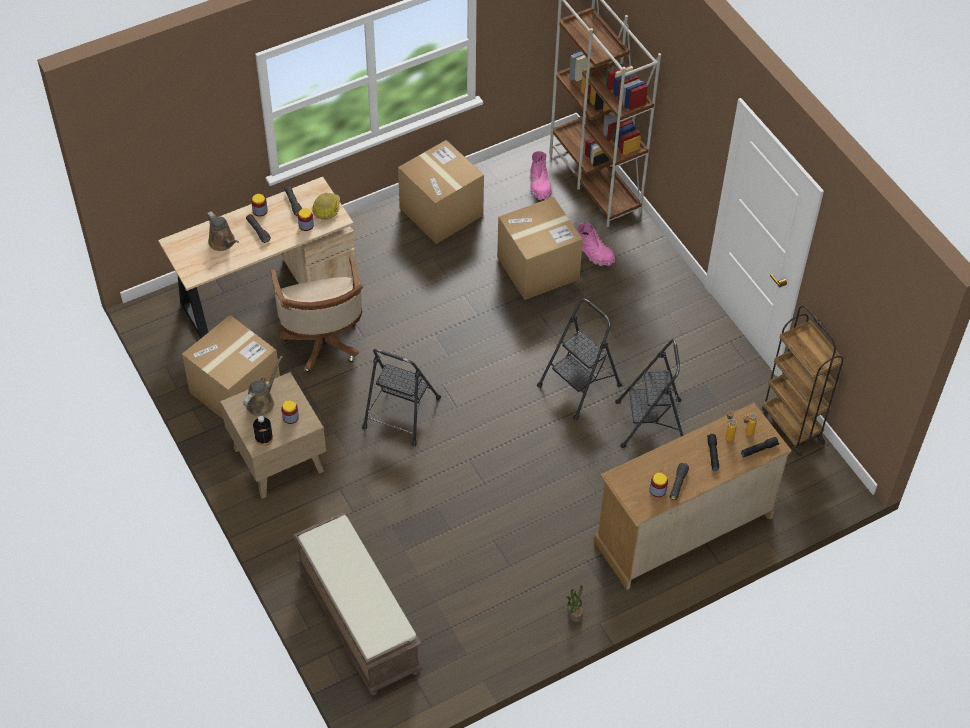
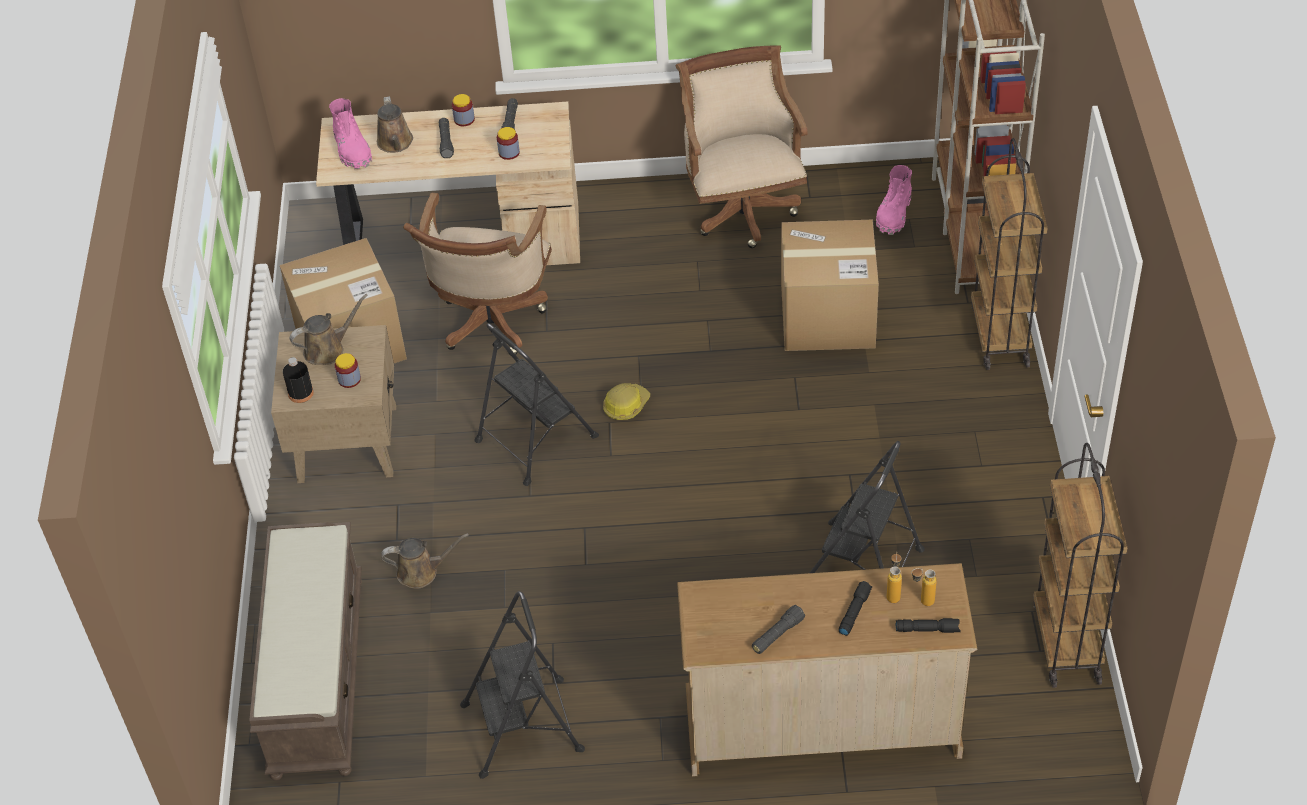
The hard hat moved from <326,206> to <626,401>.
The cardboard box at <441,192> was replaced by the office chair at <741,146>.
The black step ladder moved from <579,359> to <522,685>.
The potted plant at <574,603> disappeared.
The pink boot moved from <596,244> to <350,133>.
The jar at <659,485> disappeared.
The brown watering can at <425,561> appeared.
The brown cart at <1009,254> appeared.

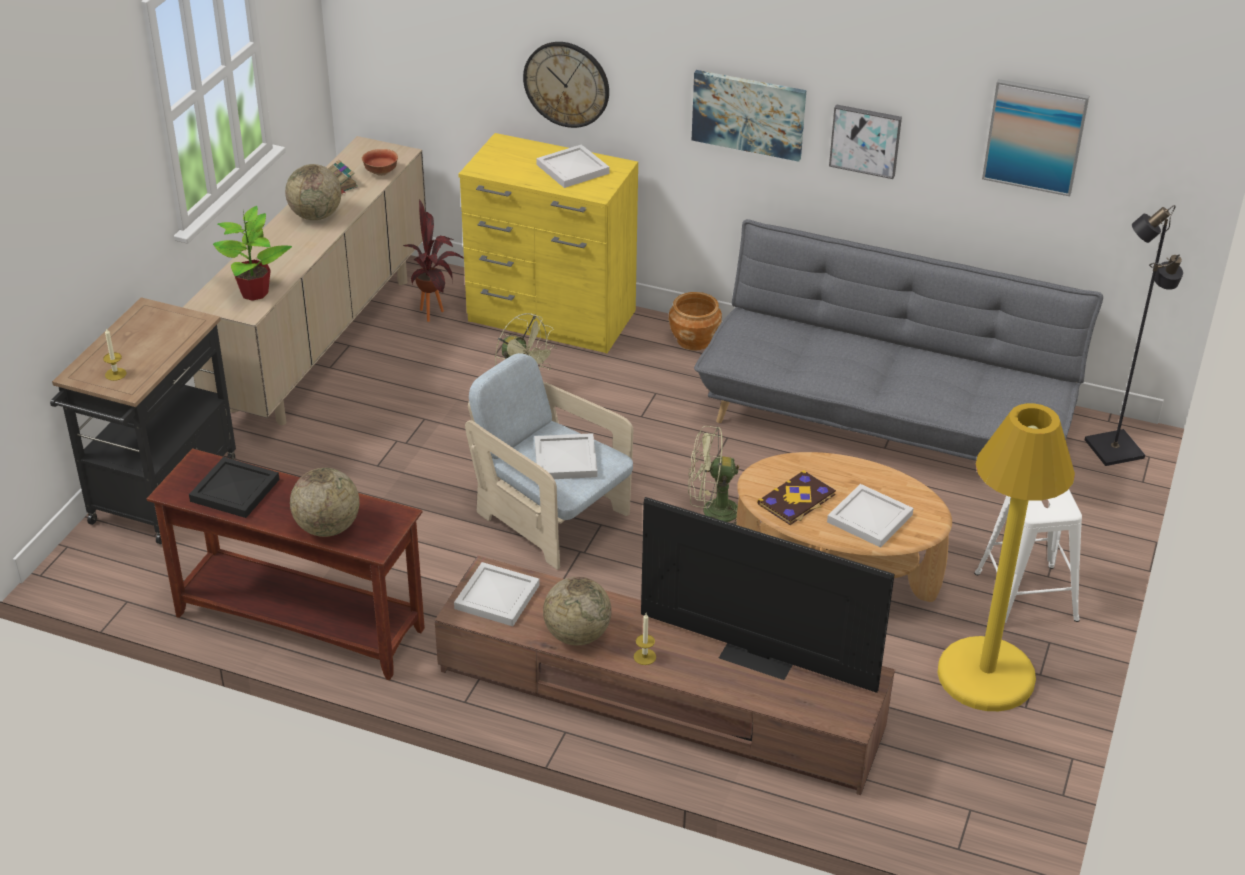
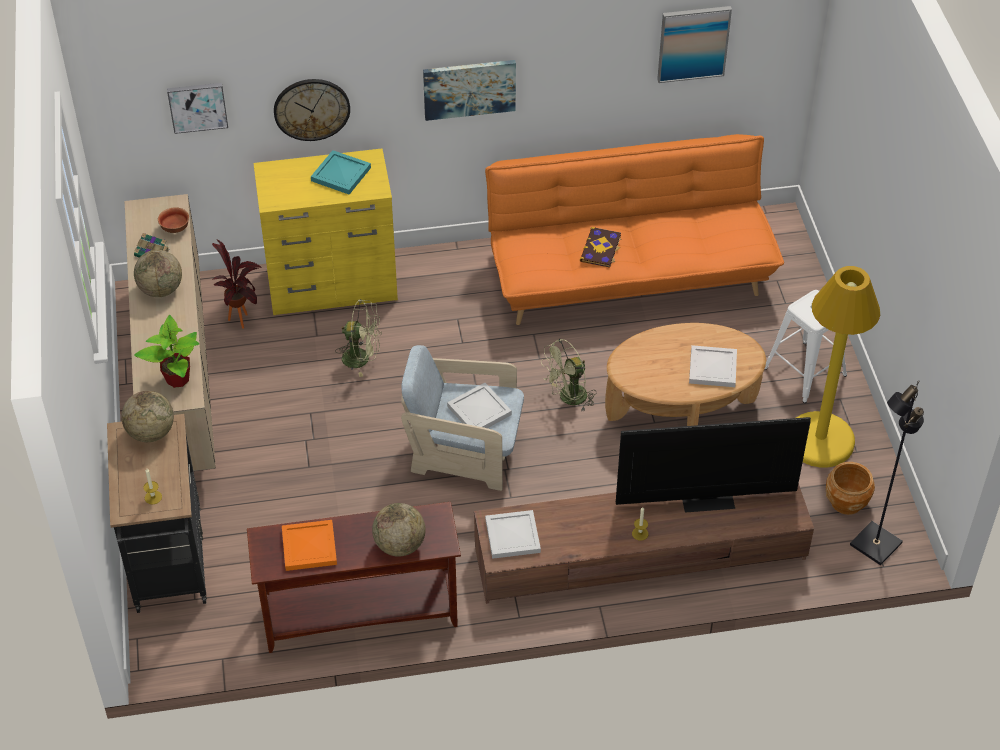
The black tray at <234,487> became the orange tray at <309,545>.
The white tray at <573,166> became the turquoise tray at <341,172>.
The globe moved from <577,611> to <147,416>.
The brown planter moved from <695,321> to <850,488>.
The grey sofa at <898,340> became the orange sofa at <634,229>.
The book moved from <796,497> to <600,247>.
The picture moved from <865,141> to <197,108>.
The black floor lamp moved from <1134,335> to <887,473>.

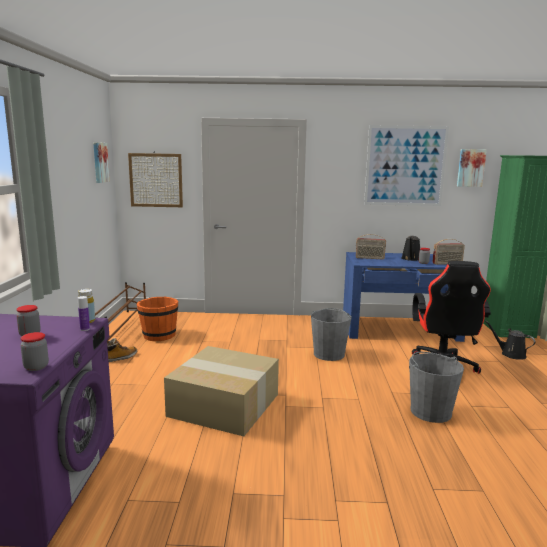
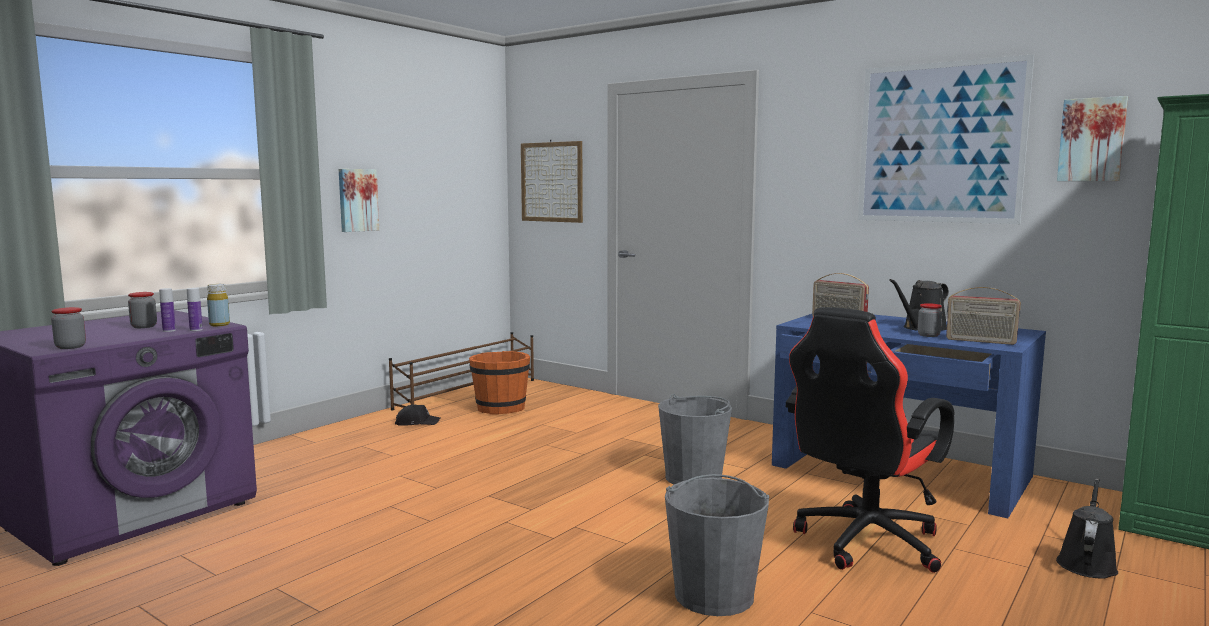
The picture moved from <101,162> to <359,200>.
The boot at <122,350> was replaced by the black cap at <417,415>.
The cardboard box at <221,391> disappeared.
The black watering can at <510,340> turned 45 degrees clockwise.
The bottle at <167,310> appeared.

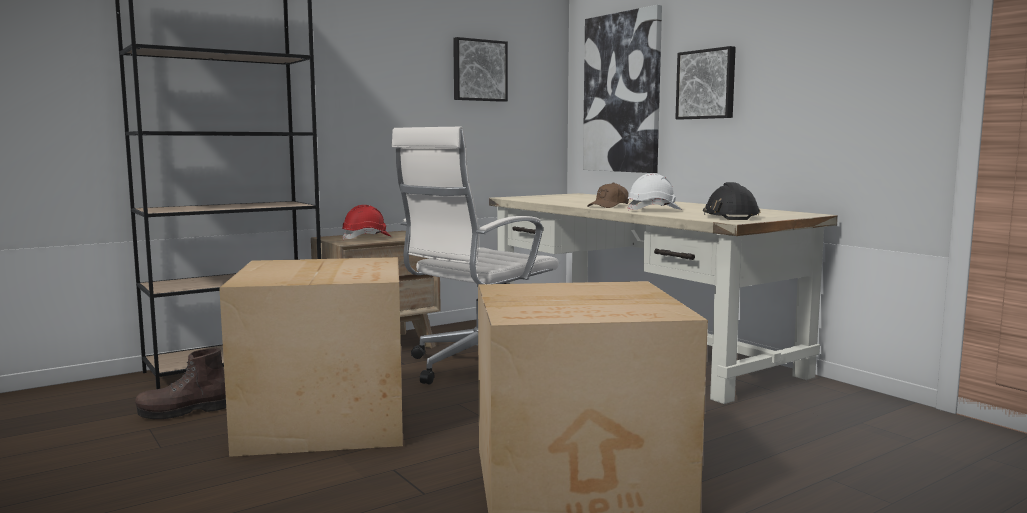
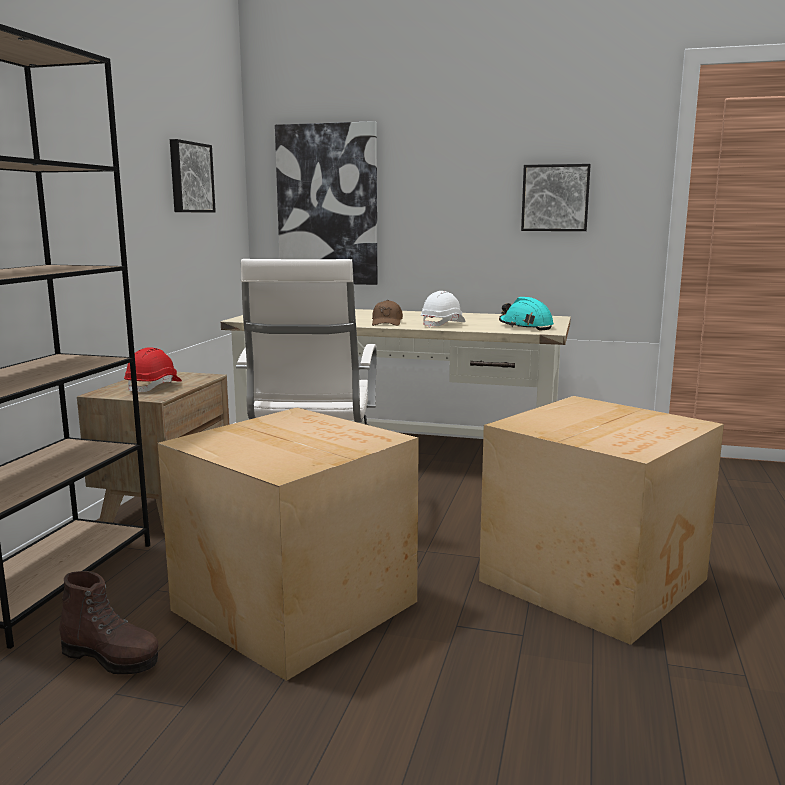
The brown boot at <180,383> turned 90 degrees counterclockwise.
The picture moved from <705,82> to <556,197>.
The black hard hat at <731,201> became the turquoise hard hat at <526,313>.

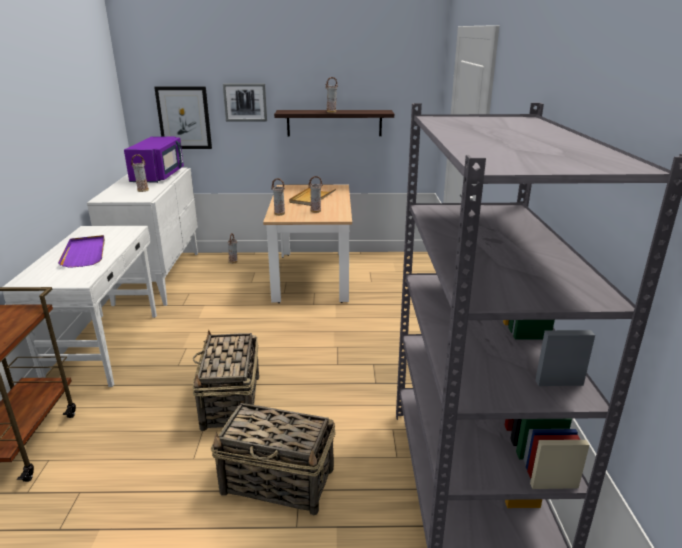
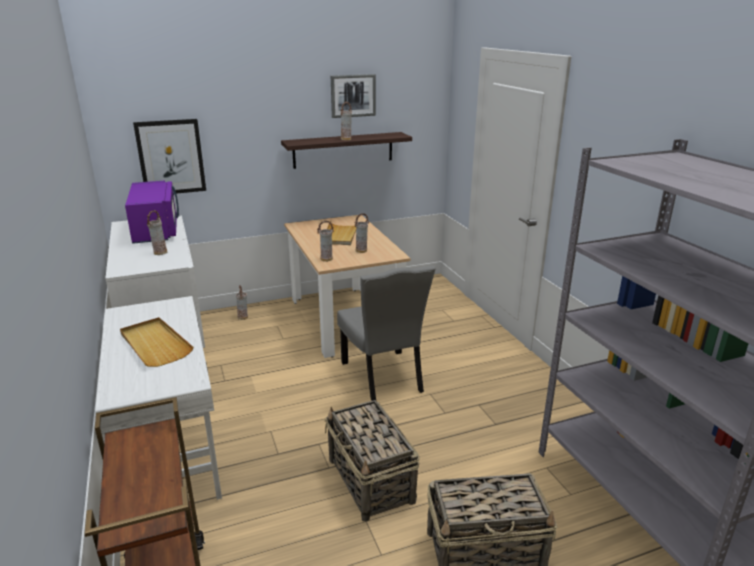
The purple tray at <81,251> became the beige tray at <157,342>.
The picture moved from <245,102> to <353,96>.
The grey chair at <386,333> appeared.

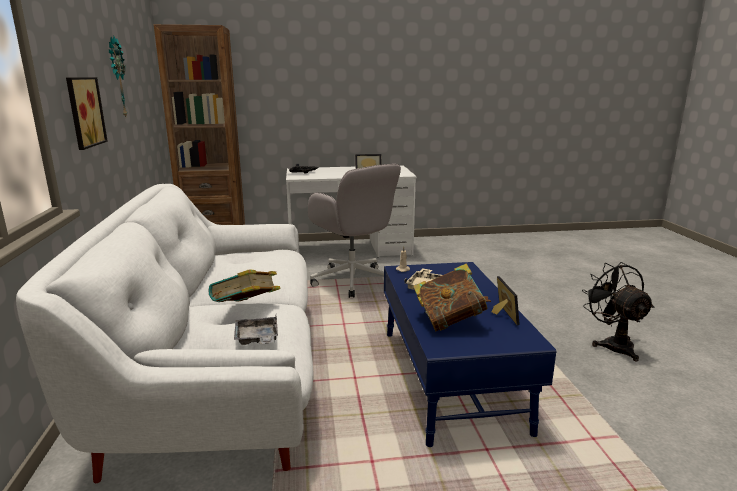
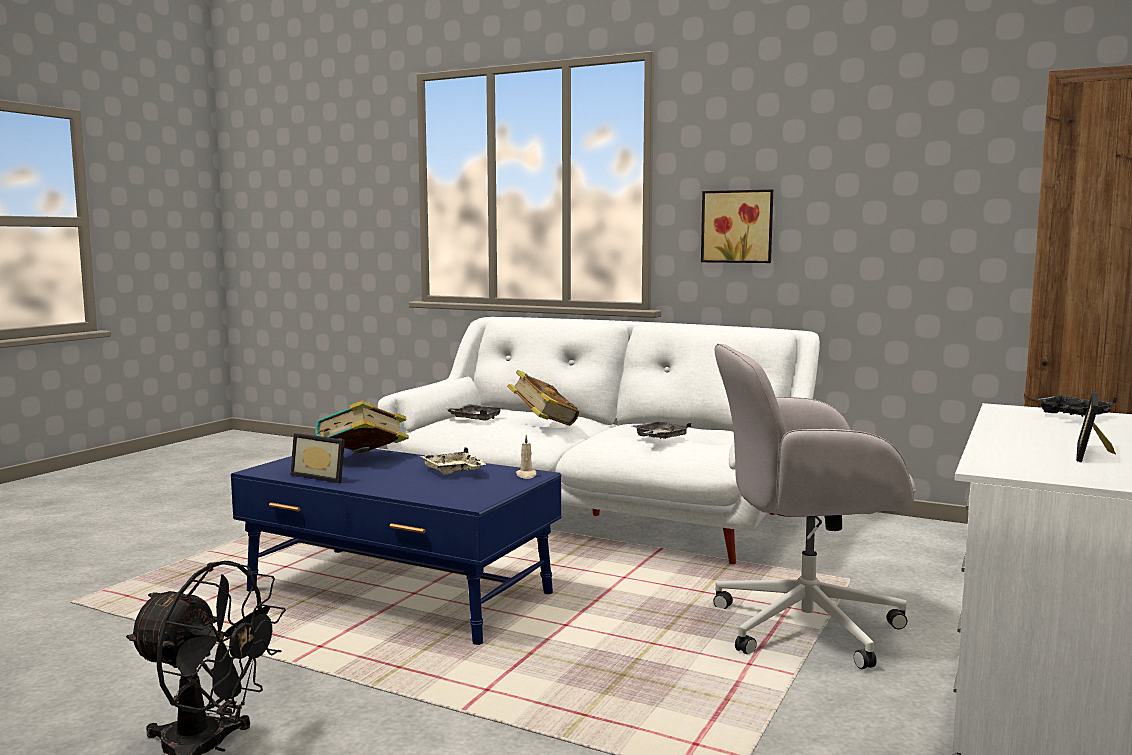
The wall clock at <118,76> disappeared.
The grey tray at <661,430> appeared.

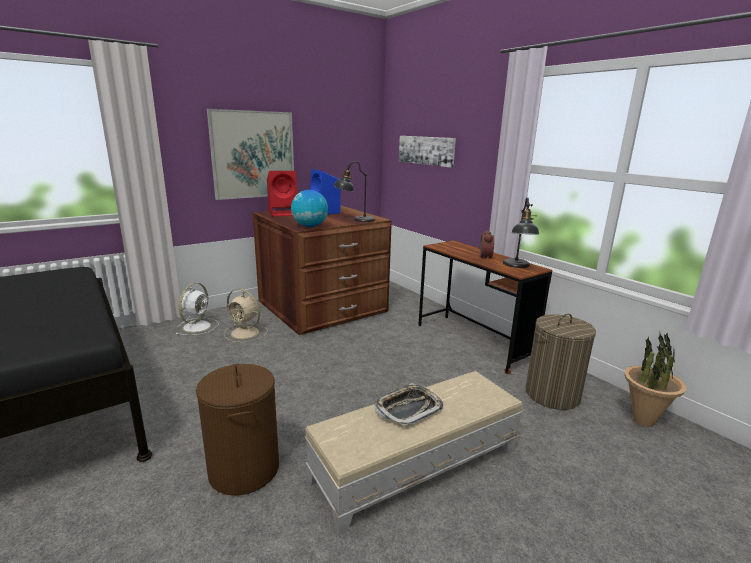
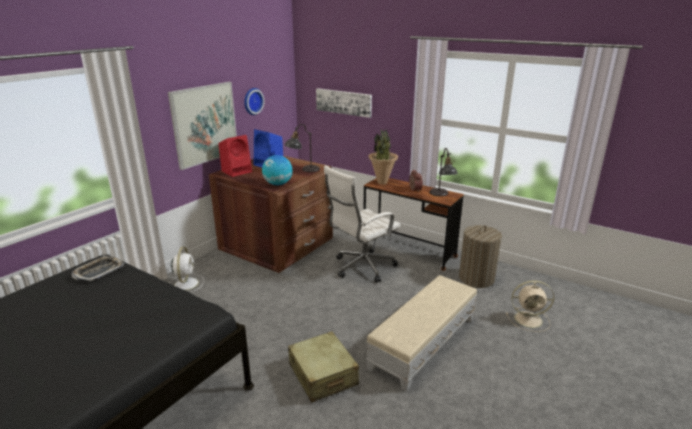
The brown laundry basket at <237,430> was replaced by the beige suitcase at <323,367>.
The beige fan moved from <246,316> to <530,306>.
The tray moved from <409,404> to <97,268>.
The potted plant moved from <655,380> to <383,156>.
The wall clock at <254,101> appeared.
The white office chair at <362,224> appeared.

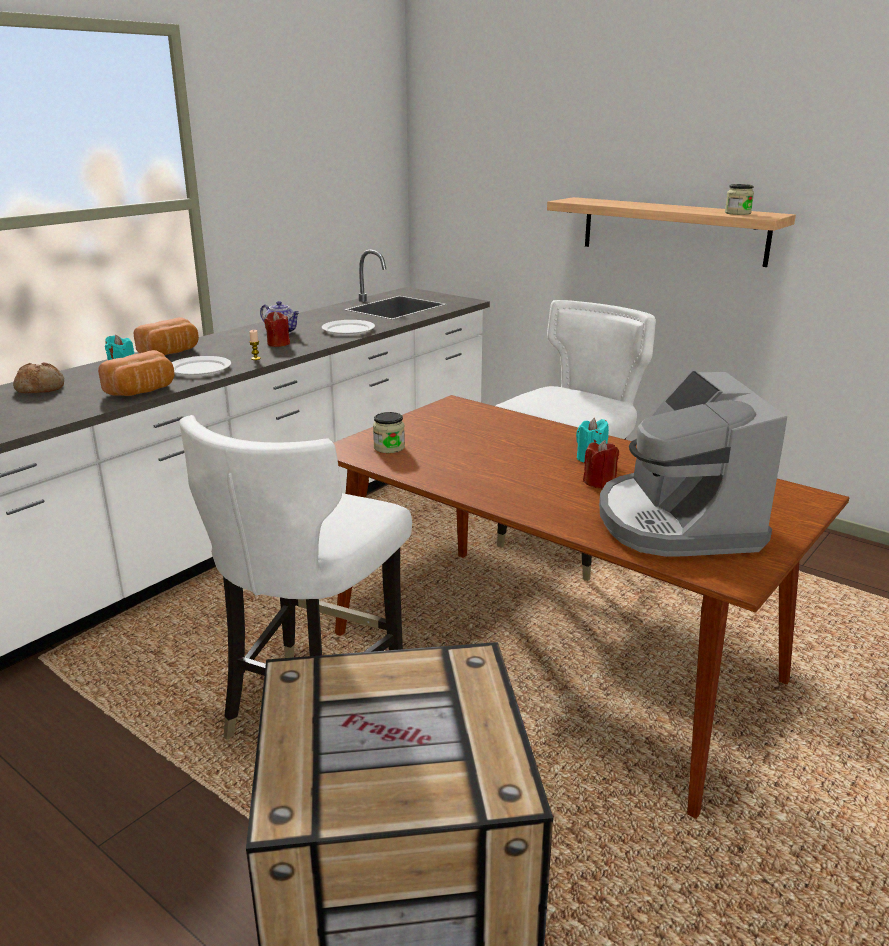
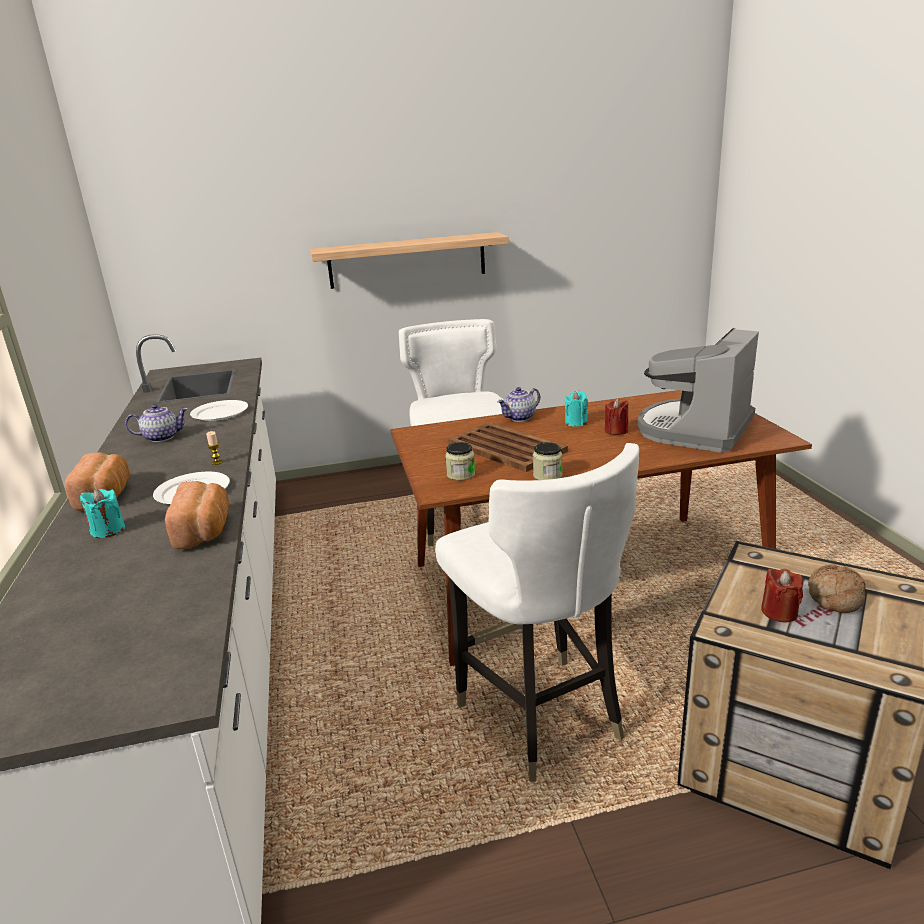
The bread moved from <38,377> to <837,588>.
The red candle moved from <277,329> to <782,595>.
The coffee machine at <693,463> turned 90 degrees clockwise.
The jar moved from <739,199> to <547,461>.
The brown tray at <508,447> appeared.
The teapot at <518,404> appeared.

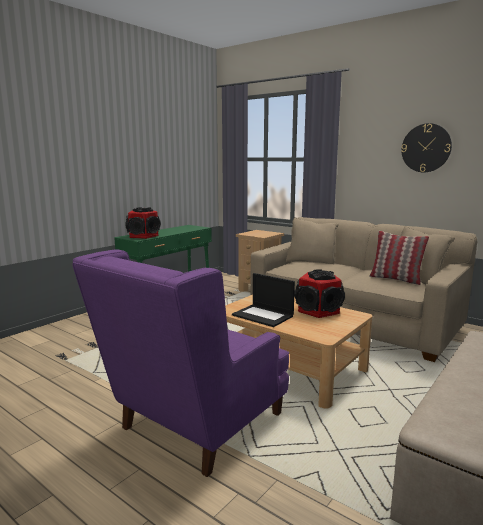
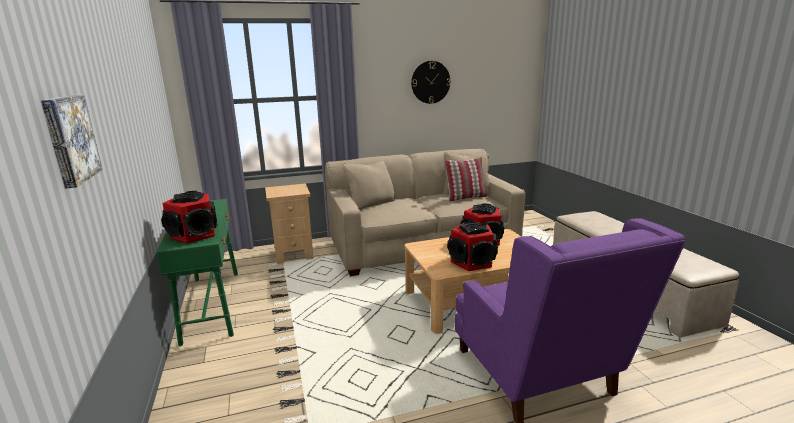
The laptop at <263,300> was replaced by the speaker at <472,246>.
The picture at <72,141> appeared.

